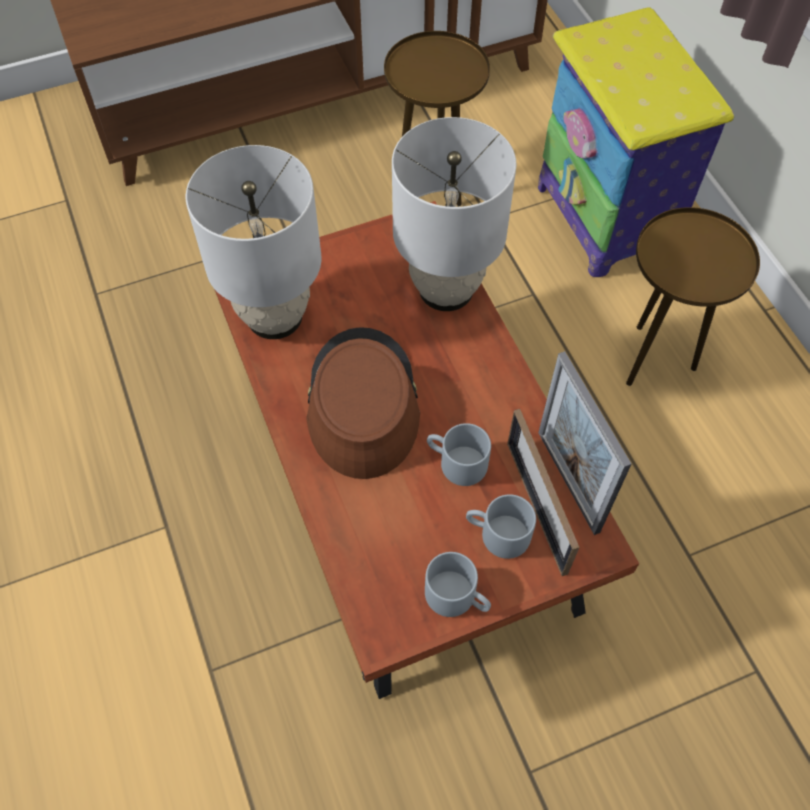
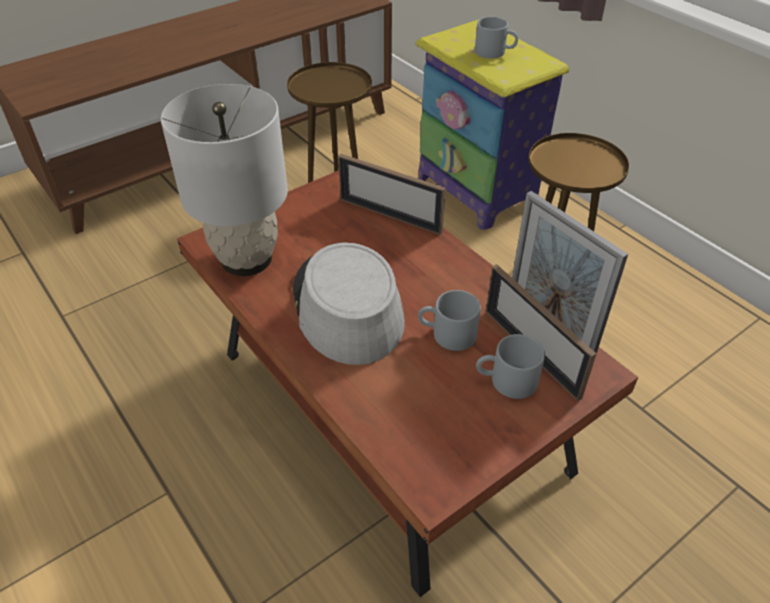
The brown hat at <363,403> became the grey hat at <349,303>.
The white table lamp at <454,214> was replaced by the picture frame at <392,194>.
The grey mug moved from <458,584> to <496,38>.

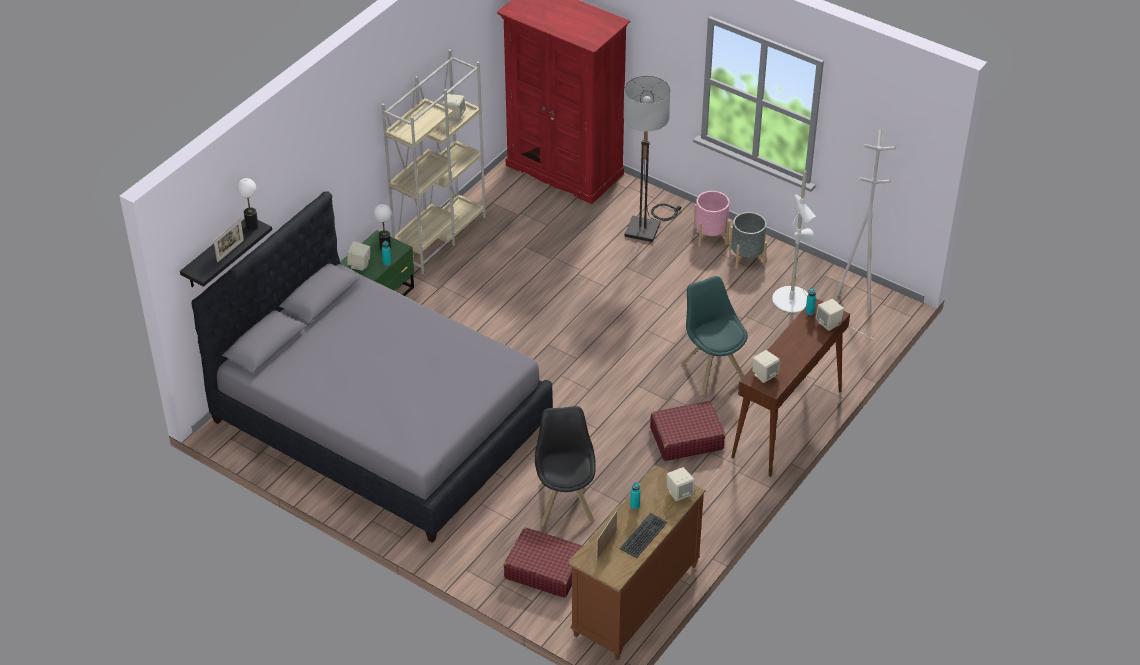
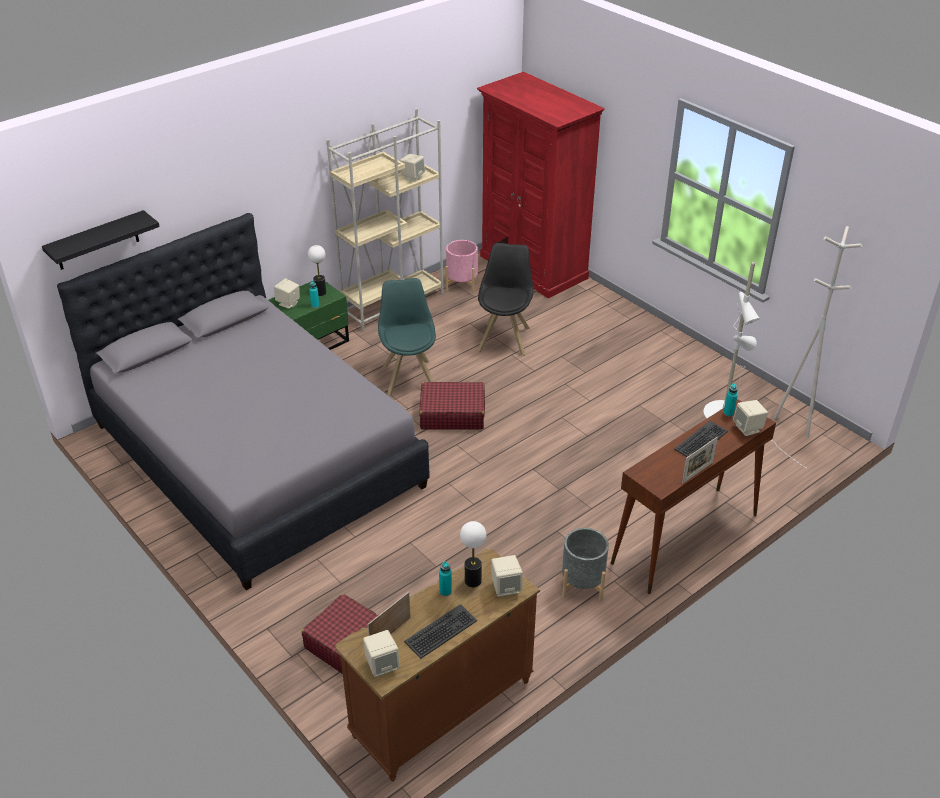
The picture frame moved from <229,241> to <700,460>.
The table lamp moved from <248,204> to <473,554>.
The black chair moved from <565,466> to <505,299>.
The floor lamp at <652,159> disappeared.
The red suitcase moved from <687,431> to <452,406>.
The turquoise chair moved from <714,335> to <407,337>.
The pink planter moved from <712,219> to <461,266>.
The grey planter moved from <748,240> to <585,564>.
The beige speaker moved from <766,366> to <381,653>.
The keyboard at <701,439> appeared.

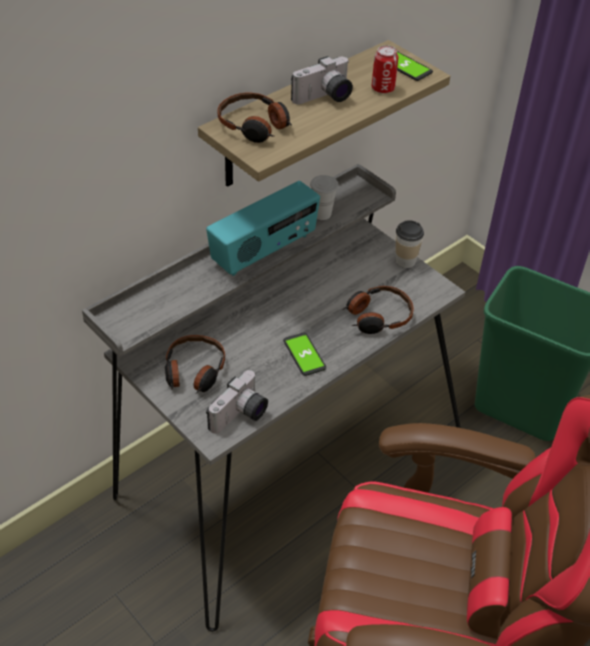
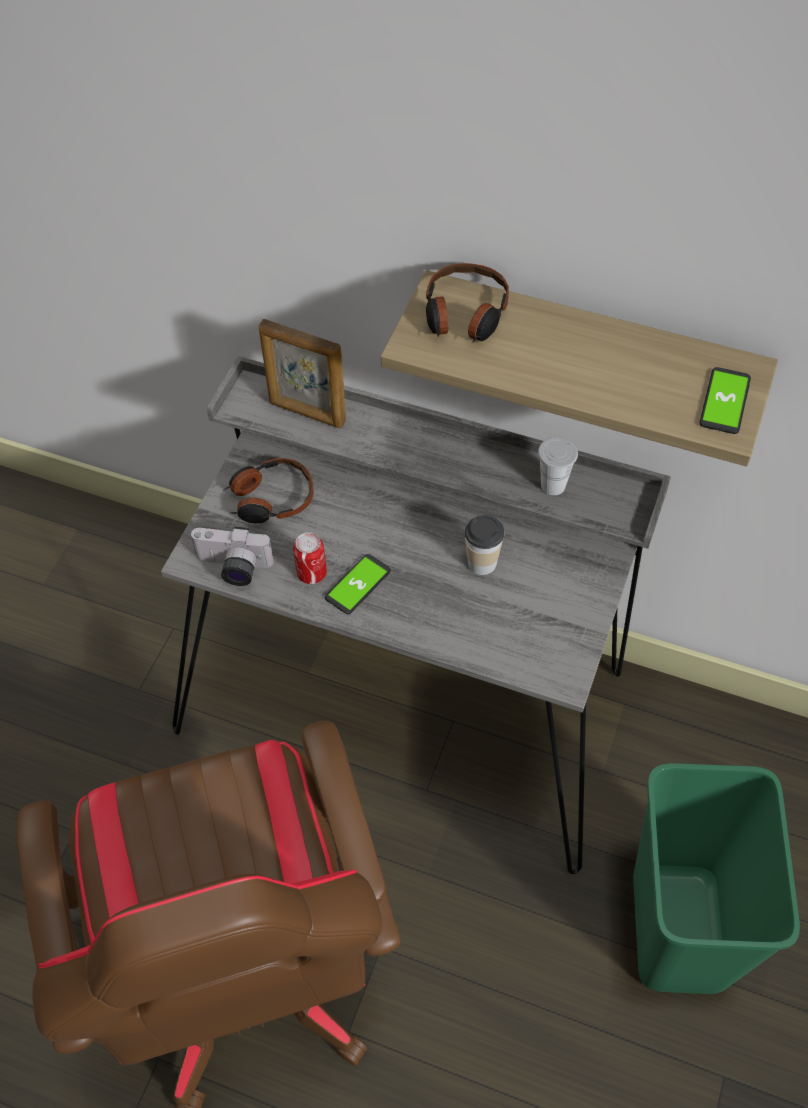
The radio at <263,228> disappeared.
The photo camera at <322,80> disappeared.
The headphones at <378,310> disappeared.
The can moved from <385,69> to <310,558>.
The cup moved from <409,244> to <484,545>.
The picture frame at <302,373> appeared.

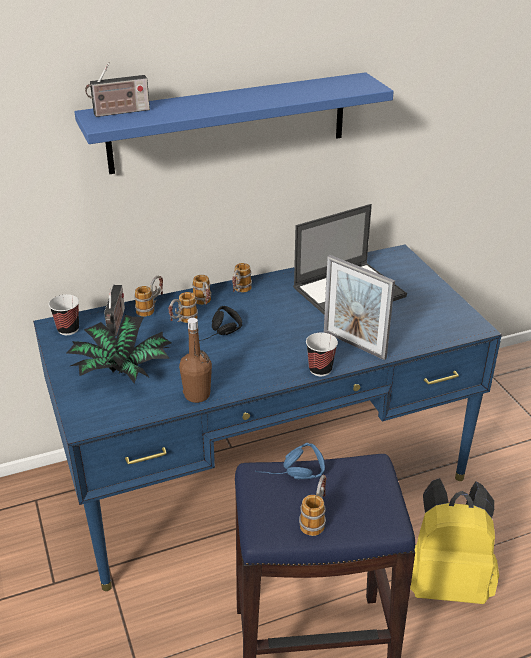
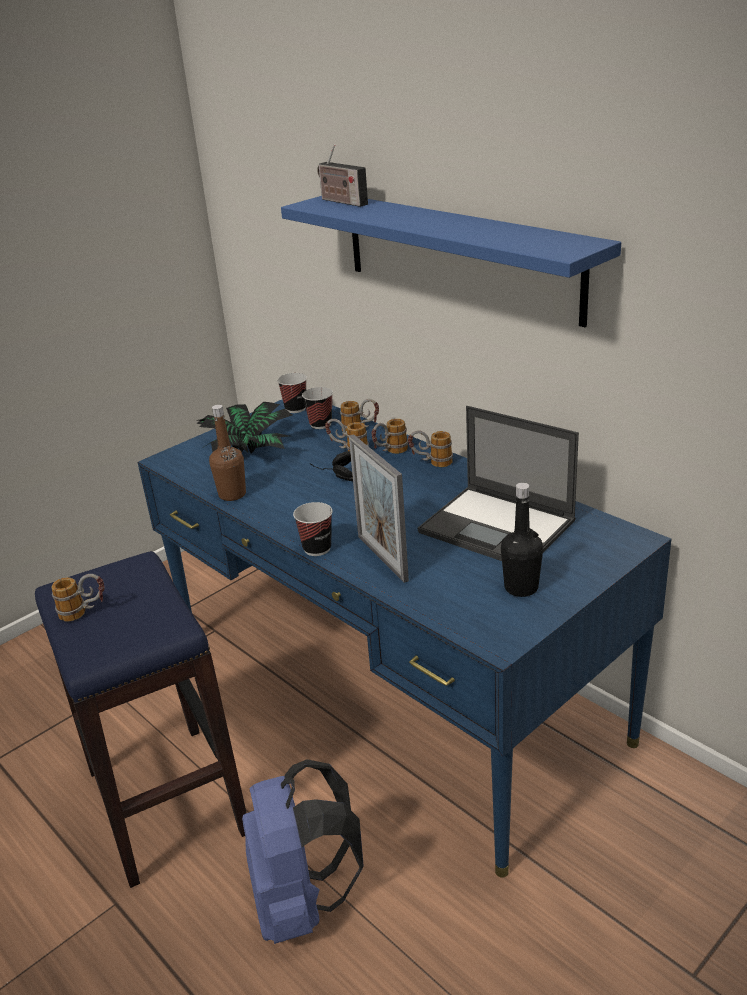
The radio at <114,310> was replaced by the cup at <317,408>.
The blue headphones at <290,461> disappeared.
The picture frame at <359,307> turned 45 degrees counterclockwise.
The yellow backpack at <454,541> became the blue backpack at <303,851>.
The black bottle at <522,539> appeared.

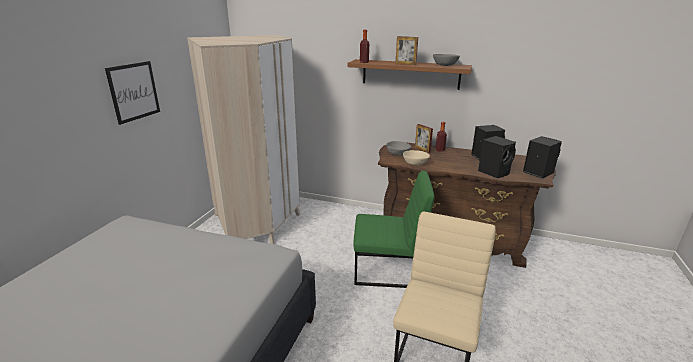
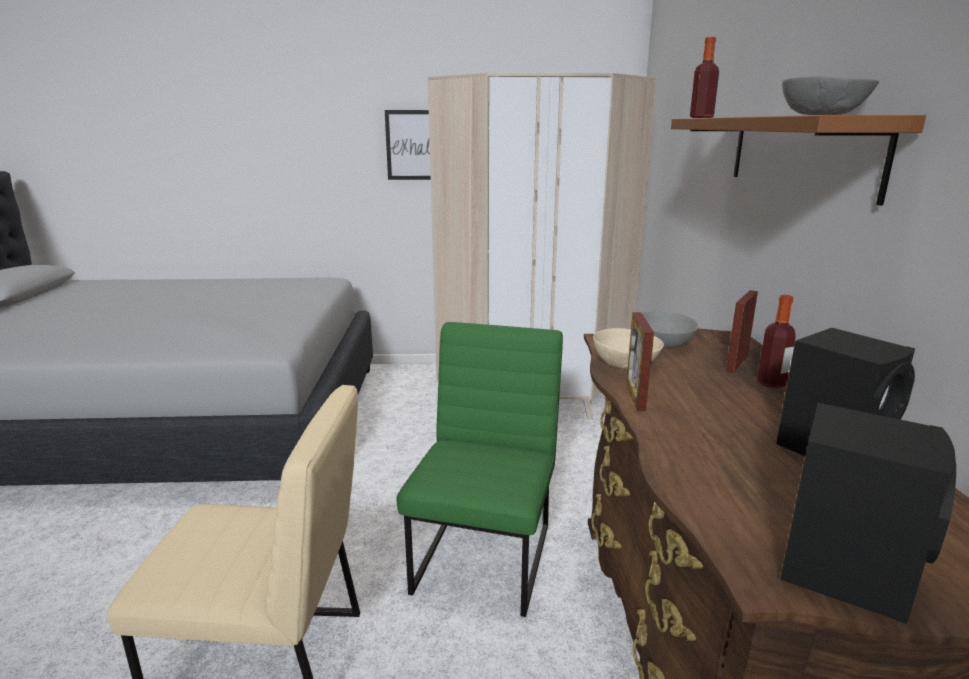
The green chair at <394,229> turned 150 degrees counterclockwise.
The picture frame moved from <406,50> to <640,361>.
The black speaker at <497,157> disappeared.

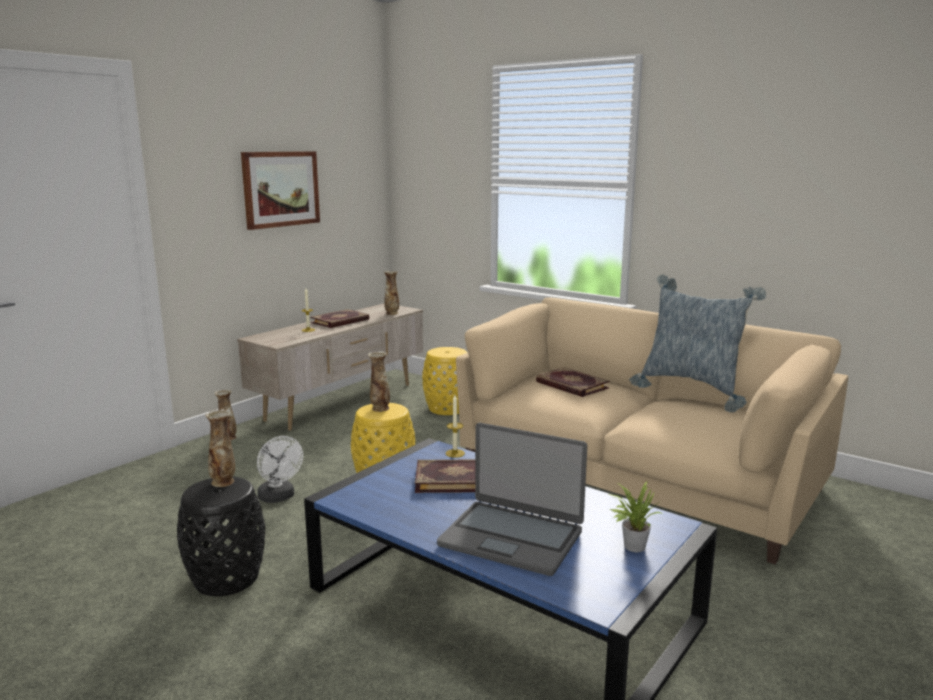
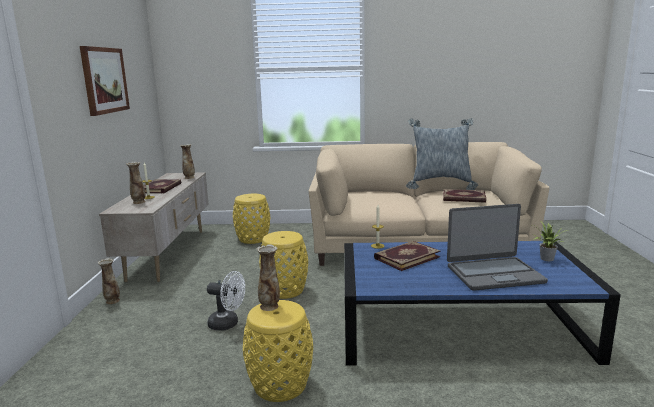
The black stool at <221,536> became the yellow stool at <278,351>.
The vase moved from <379,381> to <136,183>.
The book moved from <573,382> to <464,196>.

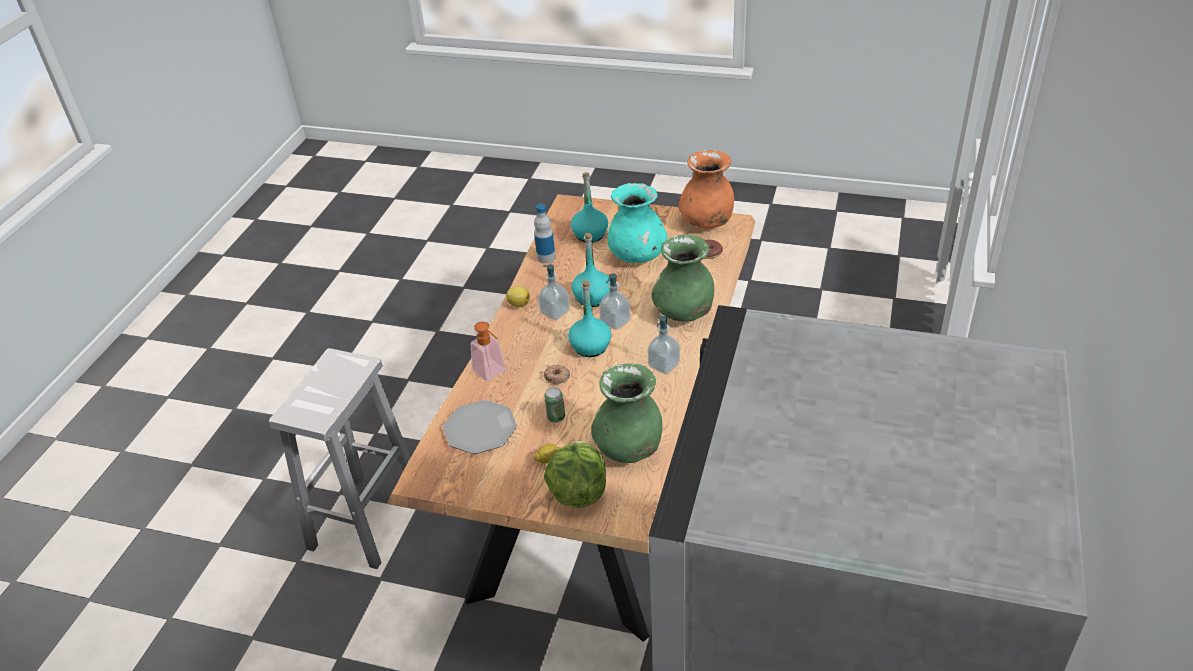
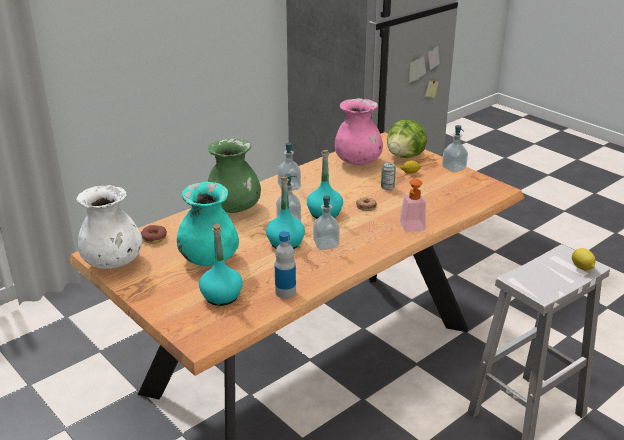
The plate at <480,427> disappeared.
The lemon moved from <518,296> to <584,259>.
The green vase at <626,413> became the pink vase at <359,131>.
The orange vase at <706,189> became the white vase at <109,227>.
The soap dispenser at <455,149> appeared.

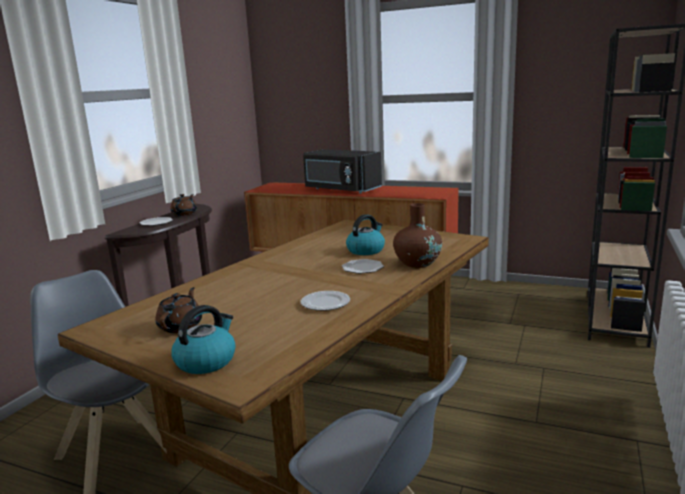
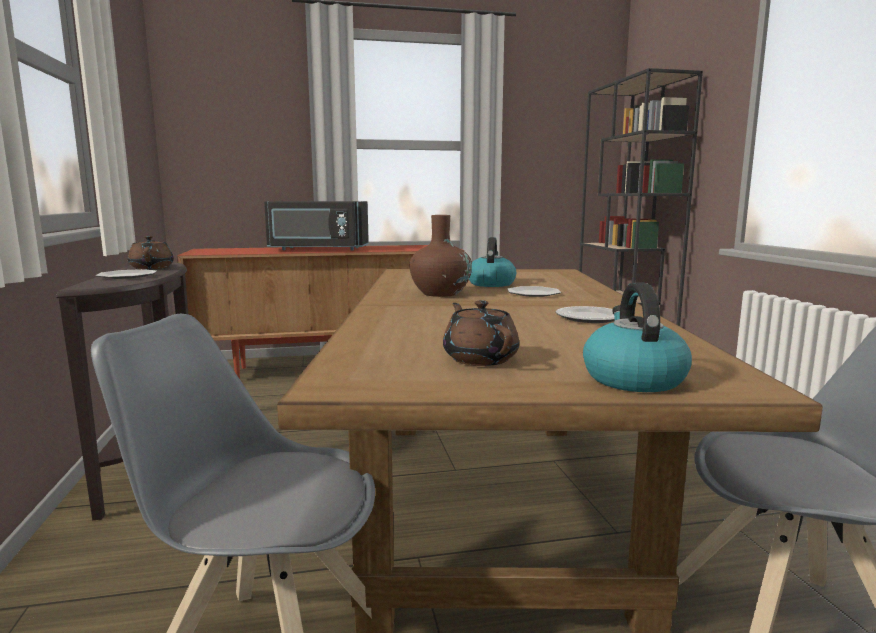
The brown vase moved from <417,235> to <441,256>.

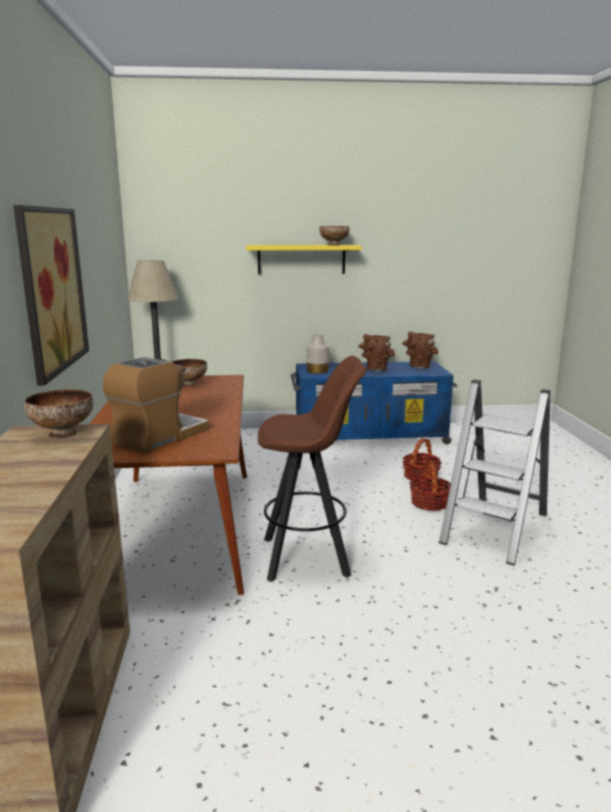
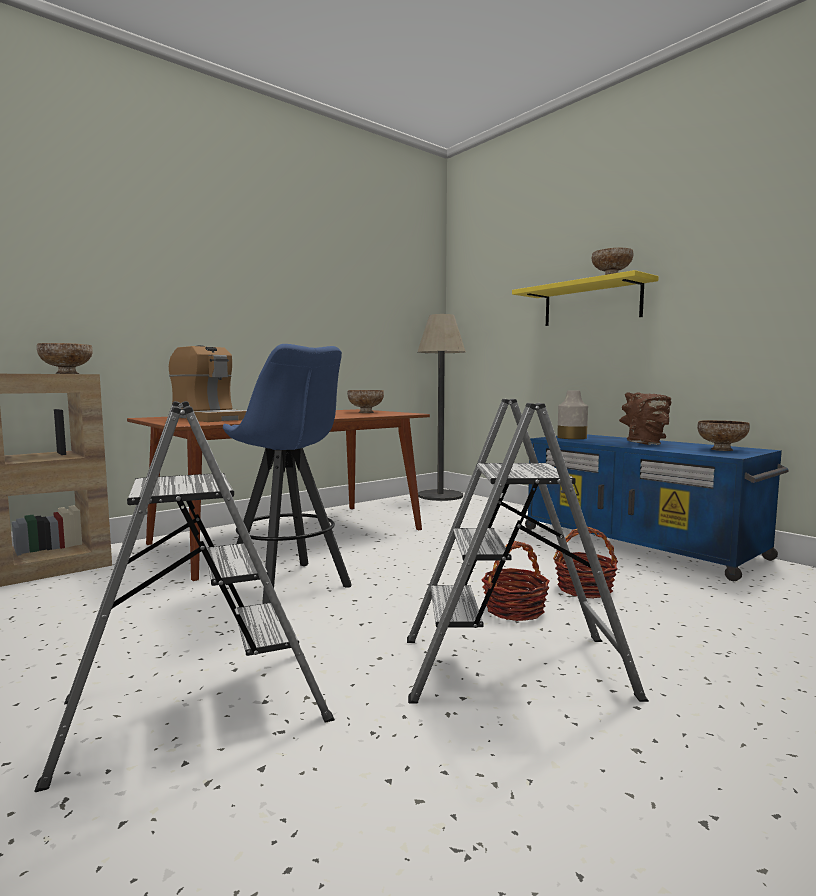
The picture at <51,295> disappeared.
The coffee machine at <156,405> turned 45 degrees clockwise.
The brown stool at <312,469> became the blue stool at <287,474>.
The brown vase at <420,350> was replaced by the bowl at <723,435>.
The grey step ladder at <184,596> appeared.

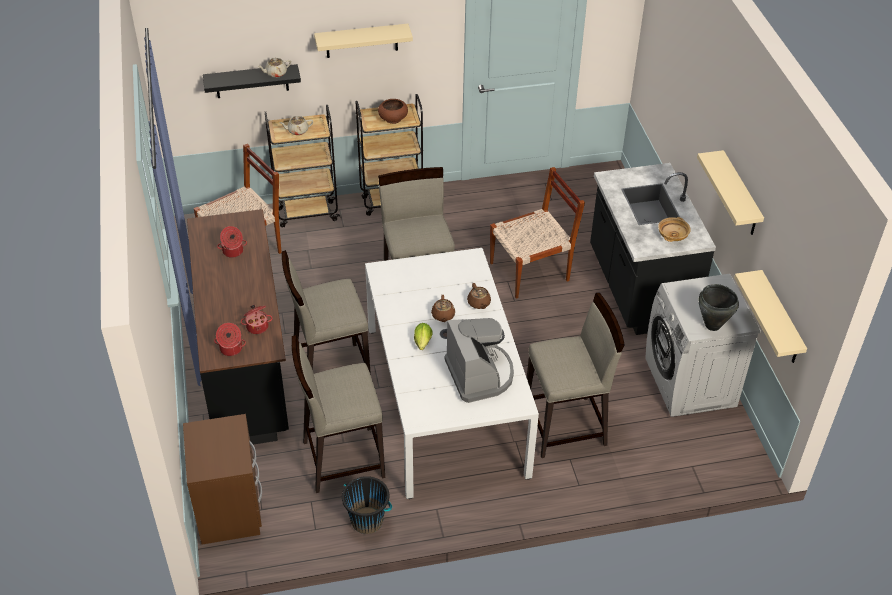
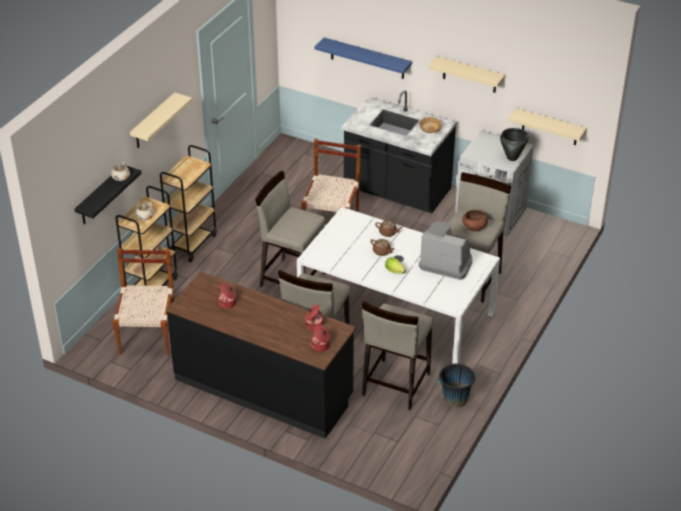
The brown nightstand at <222,479> disappeared.
The brown bowl moved from <393,111> to <475,221>.
The blue shelf at <363,58> appeared.

